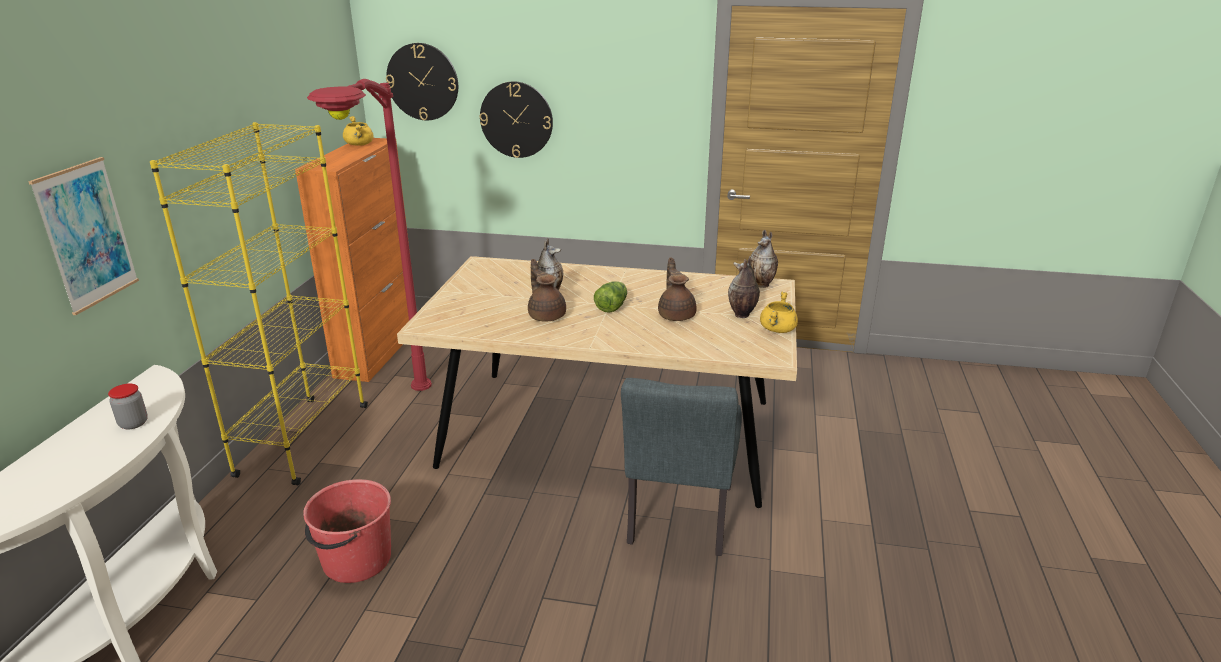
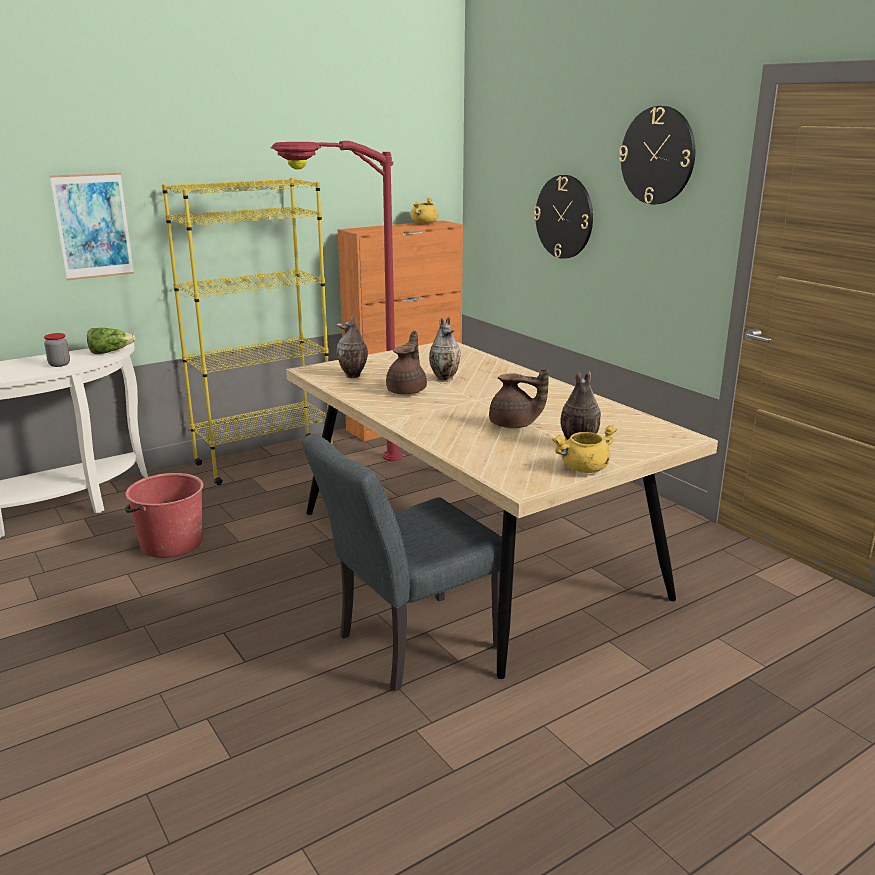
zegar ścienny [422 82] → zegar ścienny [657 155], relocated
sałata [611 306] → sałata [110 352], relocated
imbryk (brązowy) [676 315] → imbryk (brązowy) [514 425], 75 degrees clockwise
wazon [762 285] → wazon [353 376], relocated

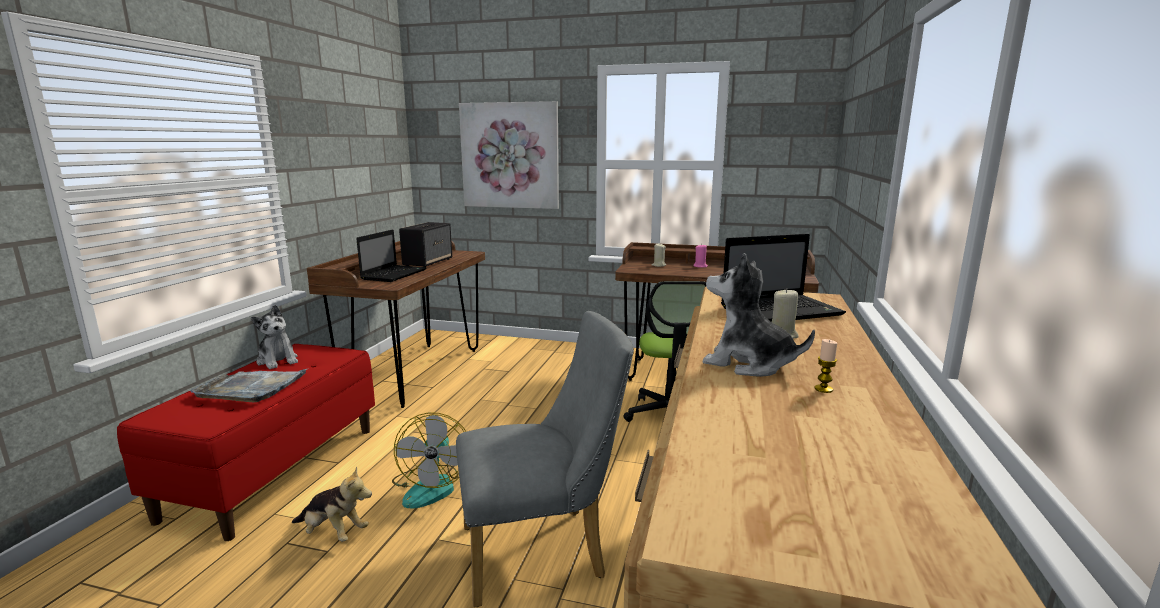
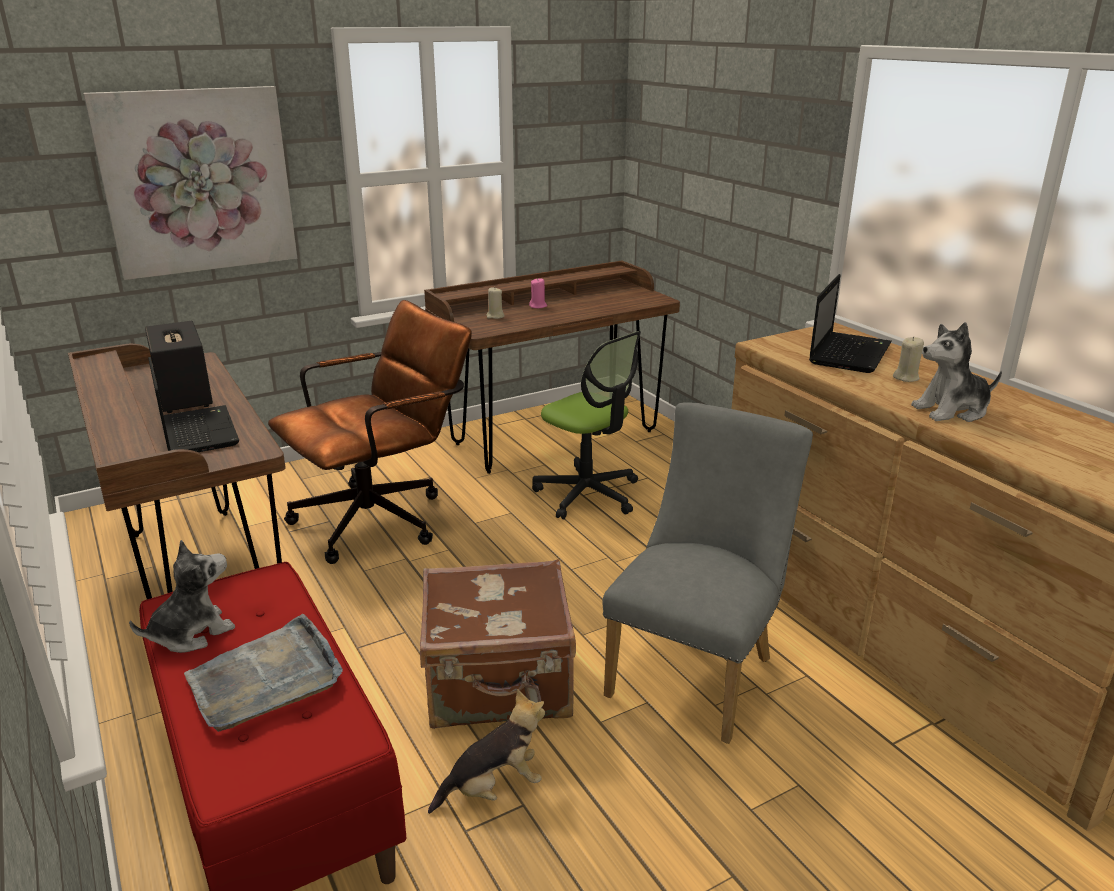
pluszak [278 360] → pluszak [191 633], 45 degrees counterclockwise
wentylator [431 486] → walizka (brązowy) [499 685]
świeca [823 389] → -
- → krzesło biurowe (brązowy) [382 517]

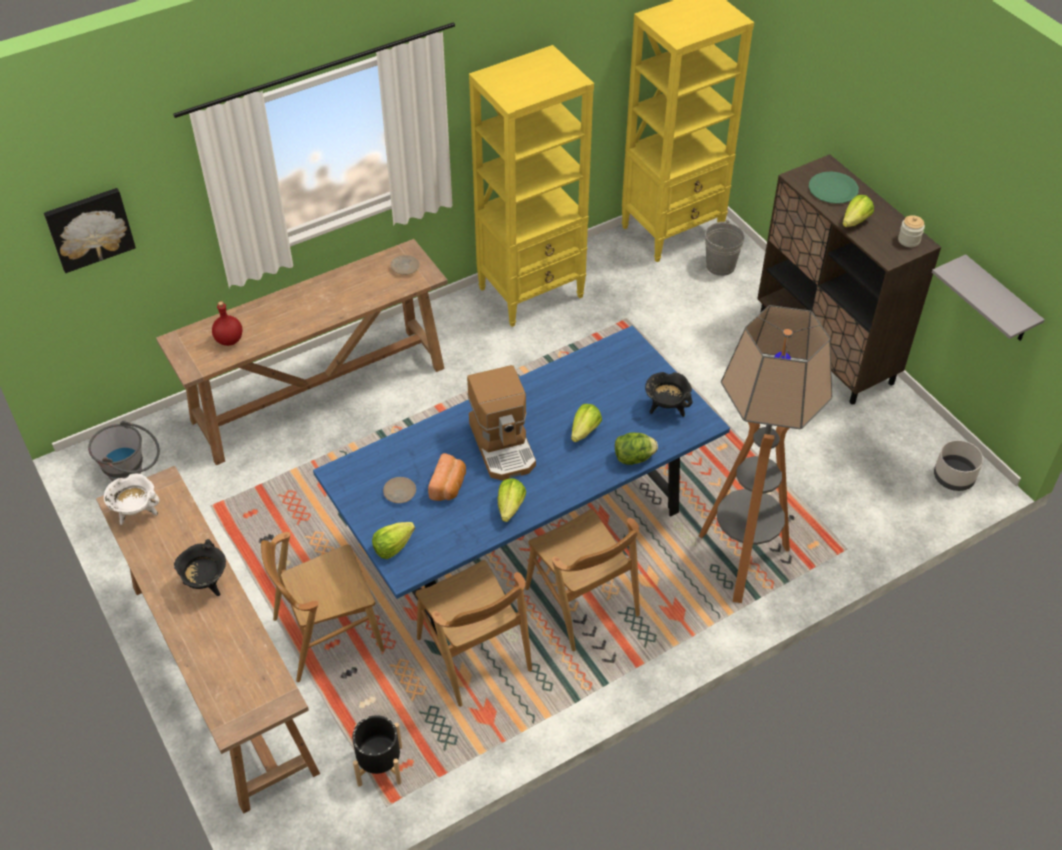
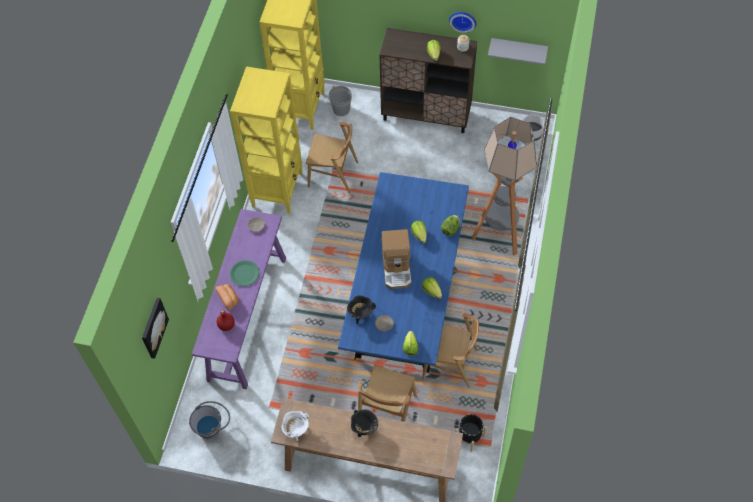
stolik konsolowy (brązowy) [321 393] → stolik konsolowy (fioletowy) [248 317]
chleb [449 486] → chleb [229 299], relocated
ekspres do kawy [503 445] → ekspres do kawy [397 268], 60 degrees clockwise
krzesło (brązowy) [582 602] → krzesło (brązowy) [333 174], relocated
garnek (czarny) [666 408] → garnek (czarny) [361 315], relocated
talerz (zielony) [833 189] → talerz (zielony) [244 273], relocated
- → zegar ścienny [463 20]

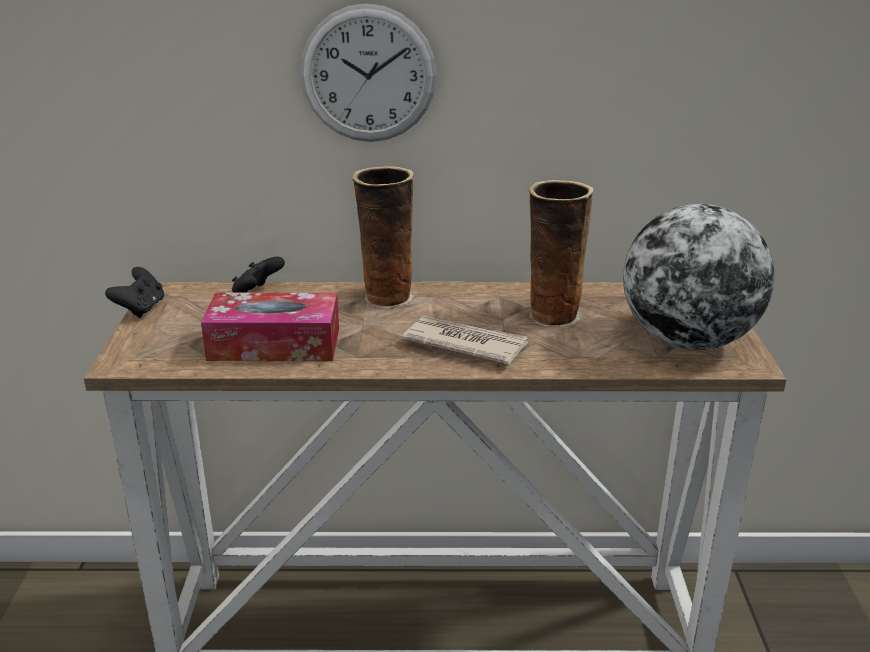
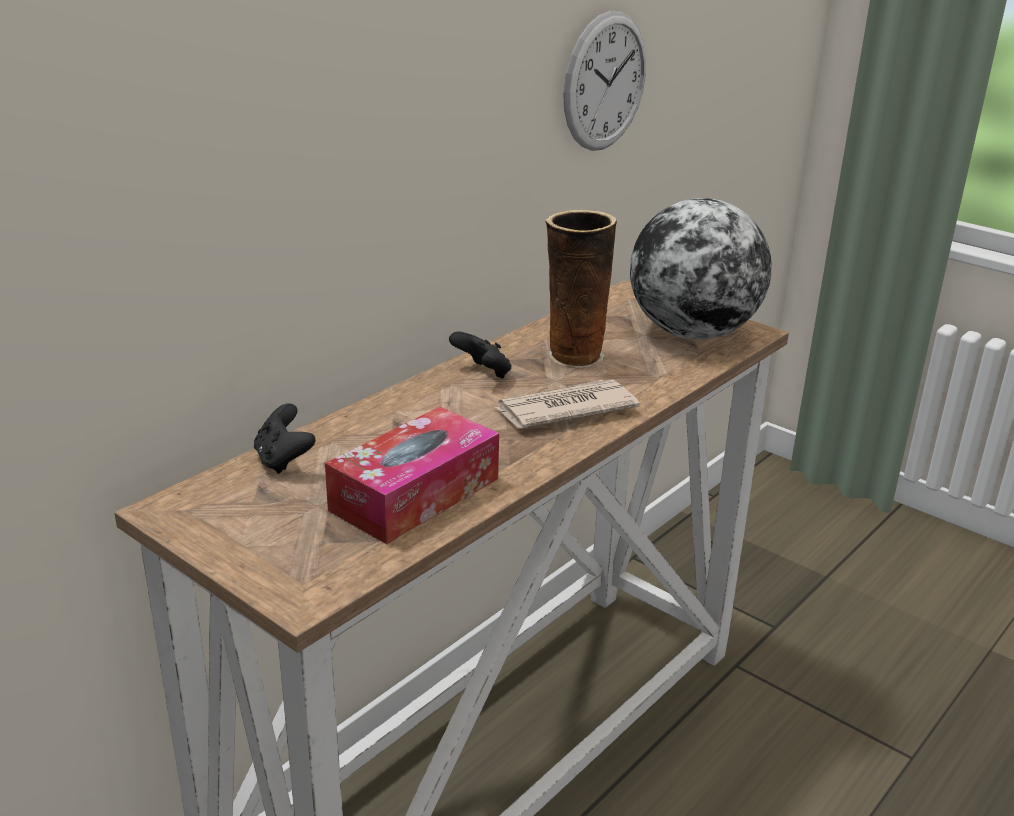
pad do gier (czarny) [141 309] → pad do gier (czarny) [483 373], relocated
zegar ścienny [368 74] → zegar ścienny [605 82], relocated
wazon [386 297] → -

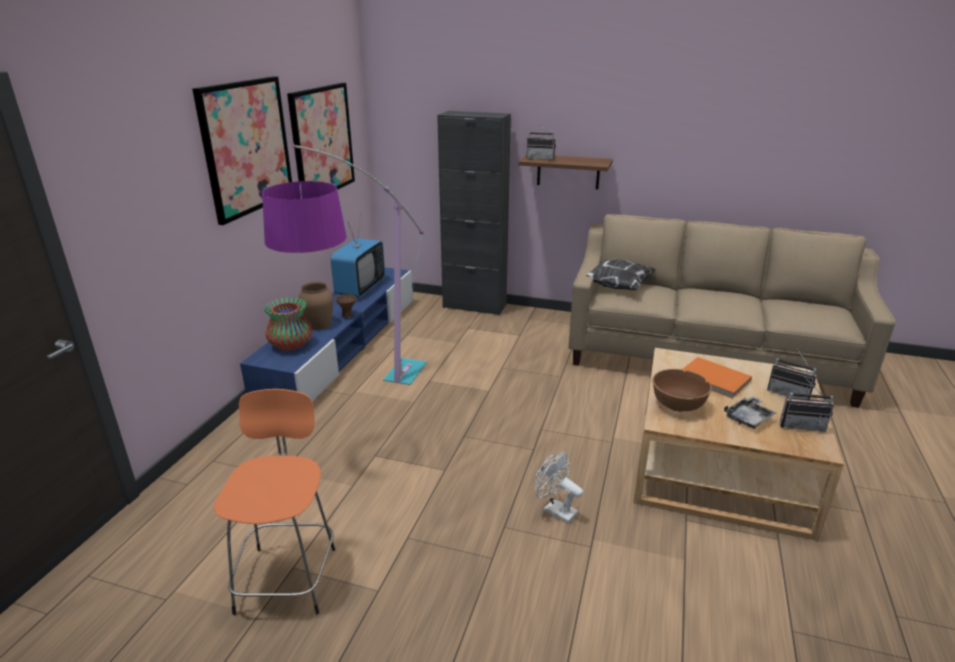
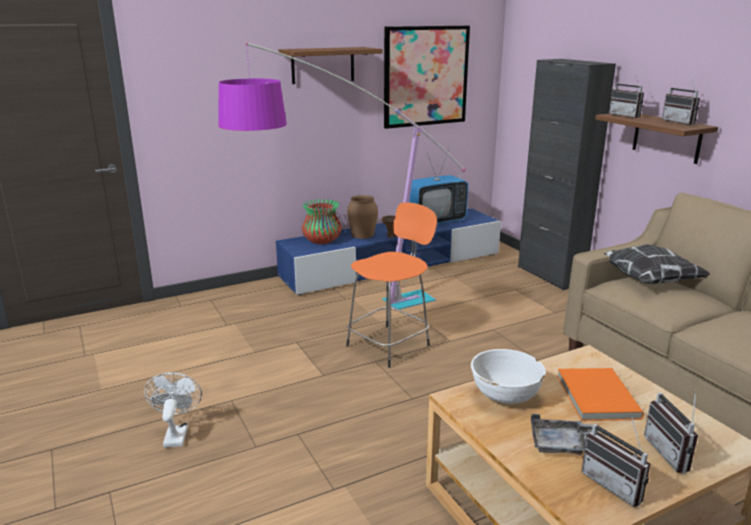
obraz [246 147] → półka [323 65]
stołek (pomarańczowy) [288 576] → stołek (pomarańczowy) [390 344], relocated
wentylator (biały) [555 510] → wentylator (biały) [176 433], relocated
miska (brązowy) [677 405] → miska (biały) [505 395]
- → radio [681 122]

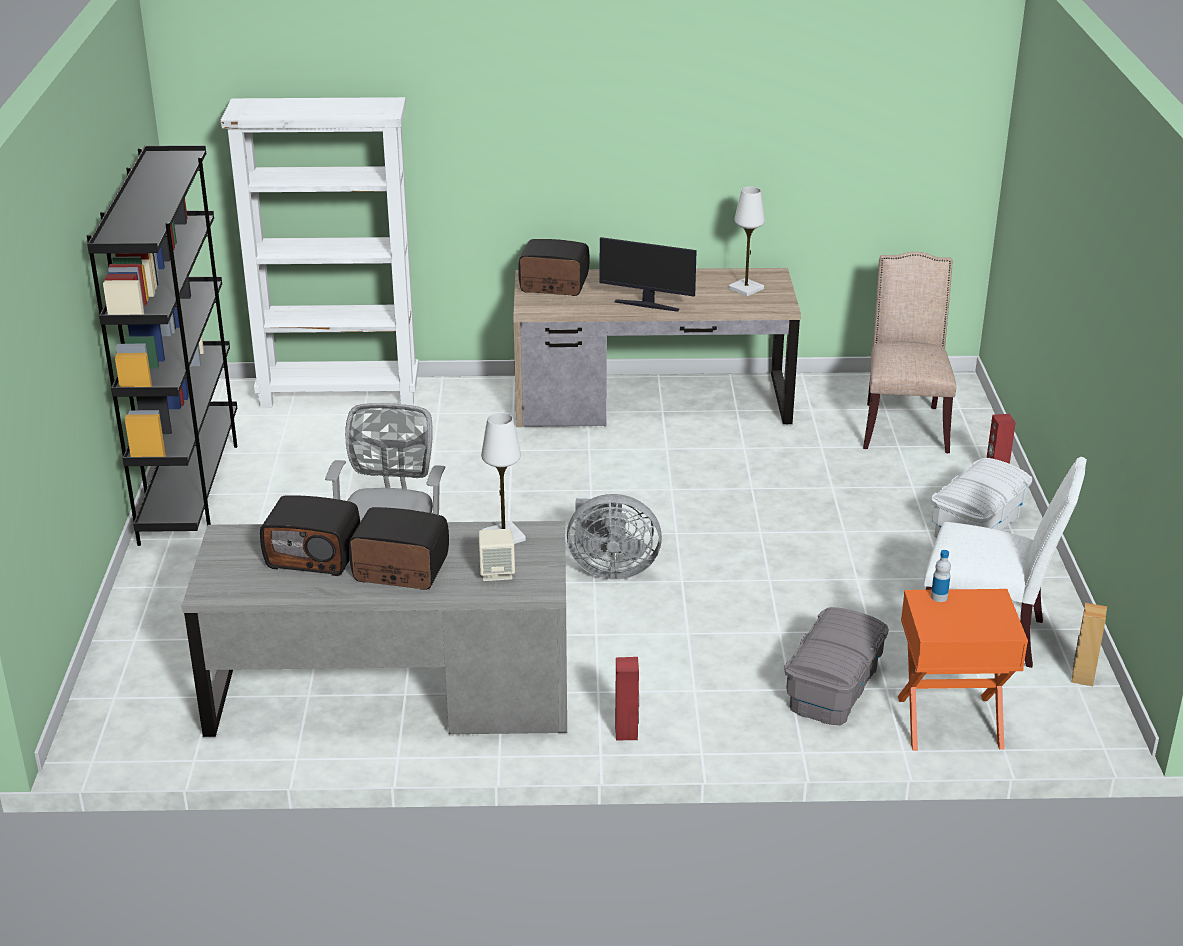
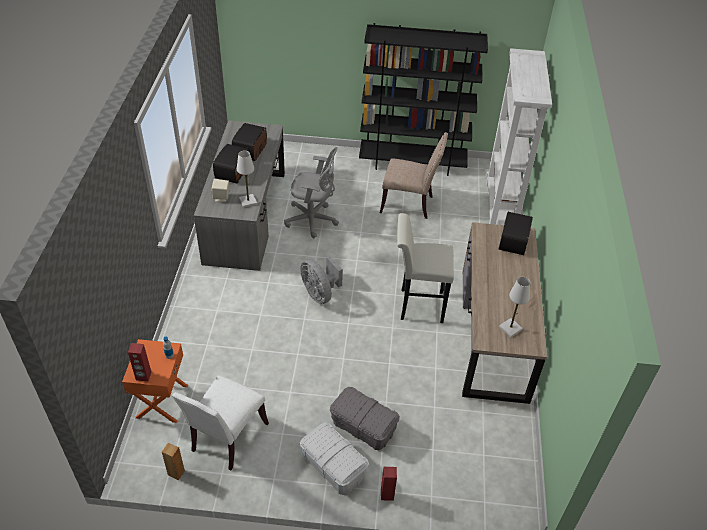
wentylator (szary) [611 569] → wentylator (szary) [320 293], 45 degrees counterclockwise
monitor [647 305] → -
głośnik (czerwony) [626 732] → głośnik (czerwony) [143 376], relocated
pojemnik do przechowywania (szary) [834 688] → pojemnik do przechowywania (szary) [363 427], relocated
krzesło (beżowy) [903 425] → krzesło (beżowy) [409 204], relocated
- → stołek (biały) [417 305]

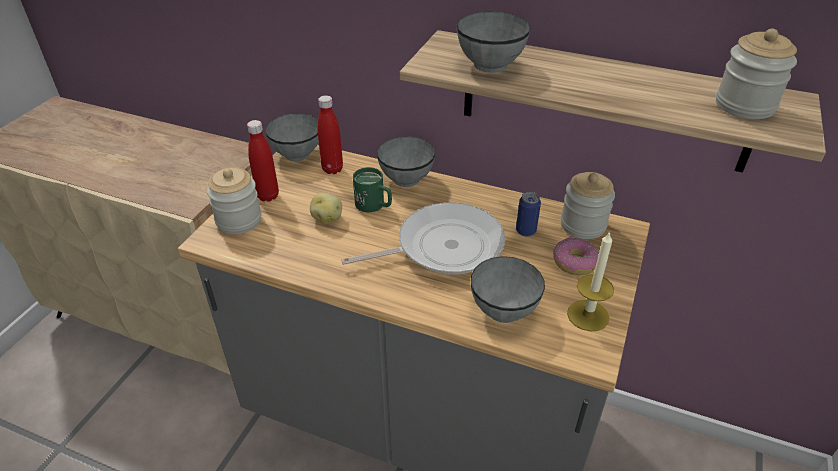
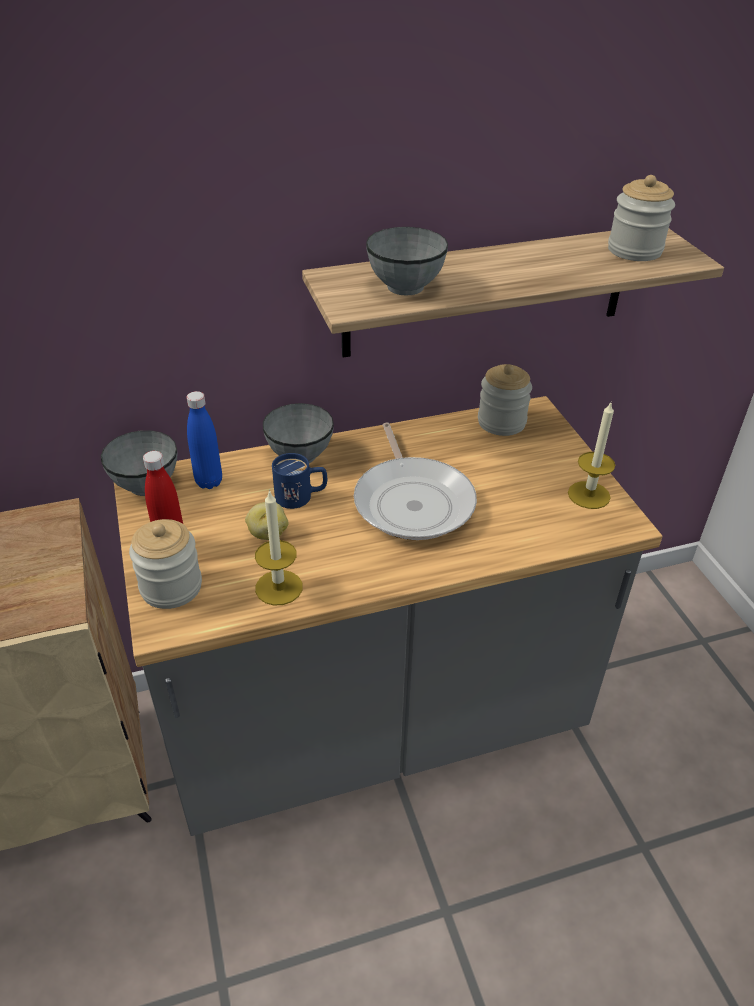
butelka (czerwony) [332 169] → butelka (niebieski) [209 482]
patelnia [443 247] → patelnia [413 501], 135 degrees clockwise
kubek (zielony) [374 206] → kubek (niebieski) [301 497]
miska (szary) [504 310] → -
puszka [525 231] → -
donut [574 262] → -
- → świeca [279 587]

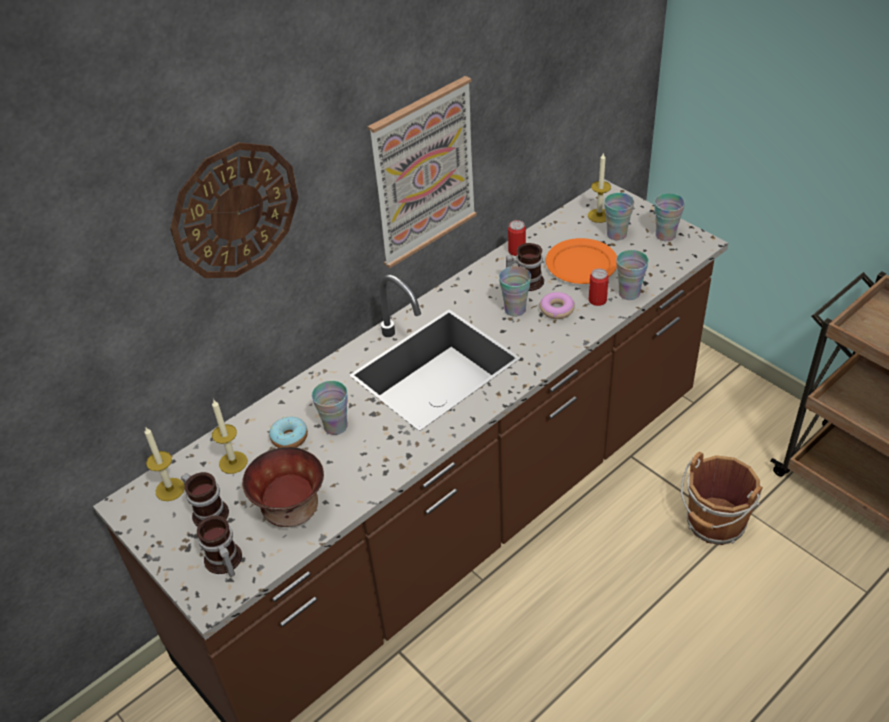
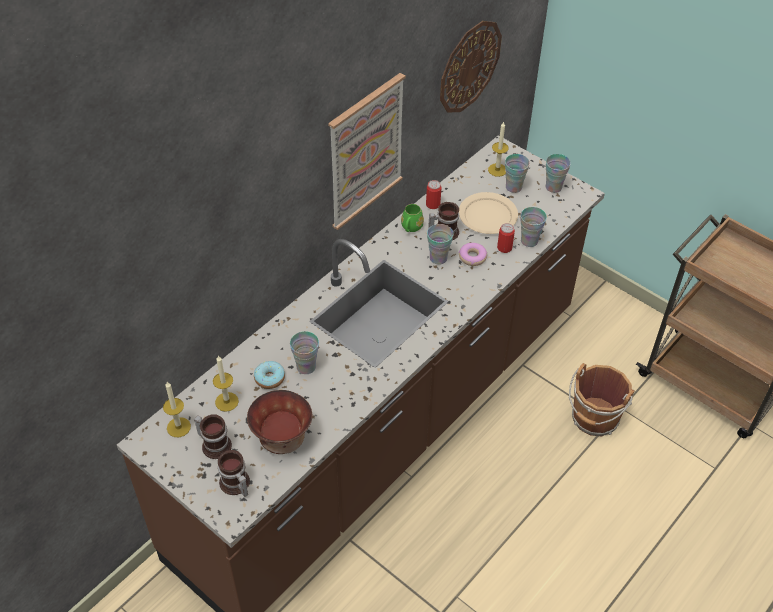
zegar ścienny [235 211] → zegar ścienny [469 66], relocated
talerz (pomarańczowy) [581 265] → talerz (beżowy) [488 216]
- → kubek (zielony) [411 228]

